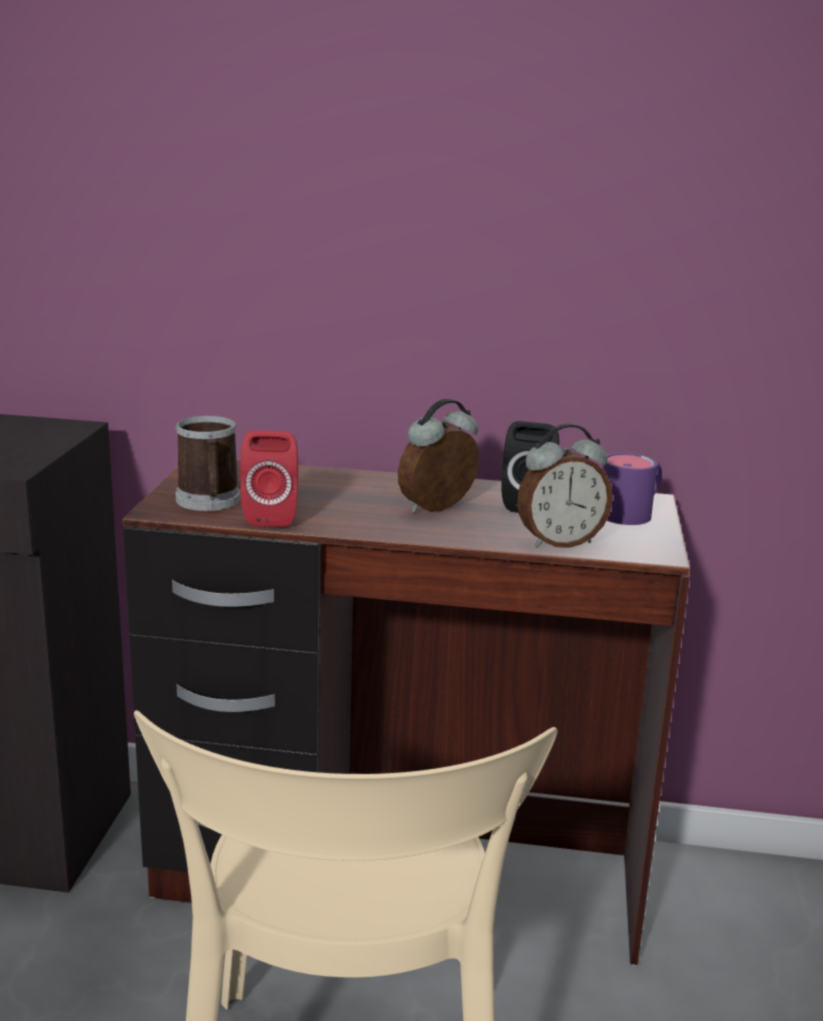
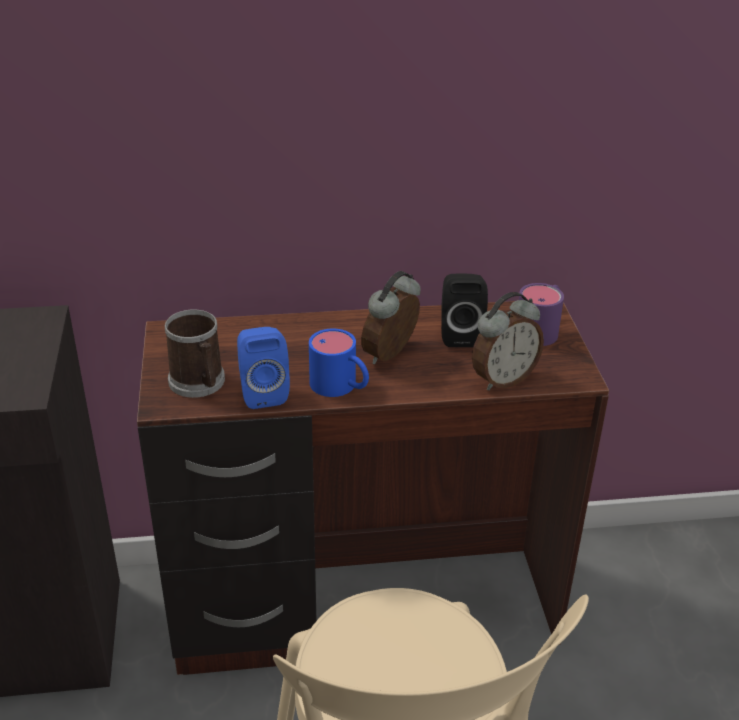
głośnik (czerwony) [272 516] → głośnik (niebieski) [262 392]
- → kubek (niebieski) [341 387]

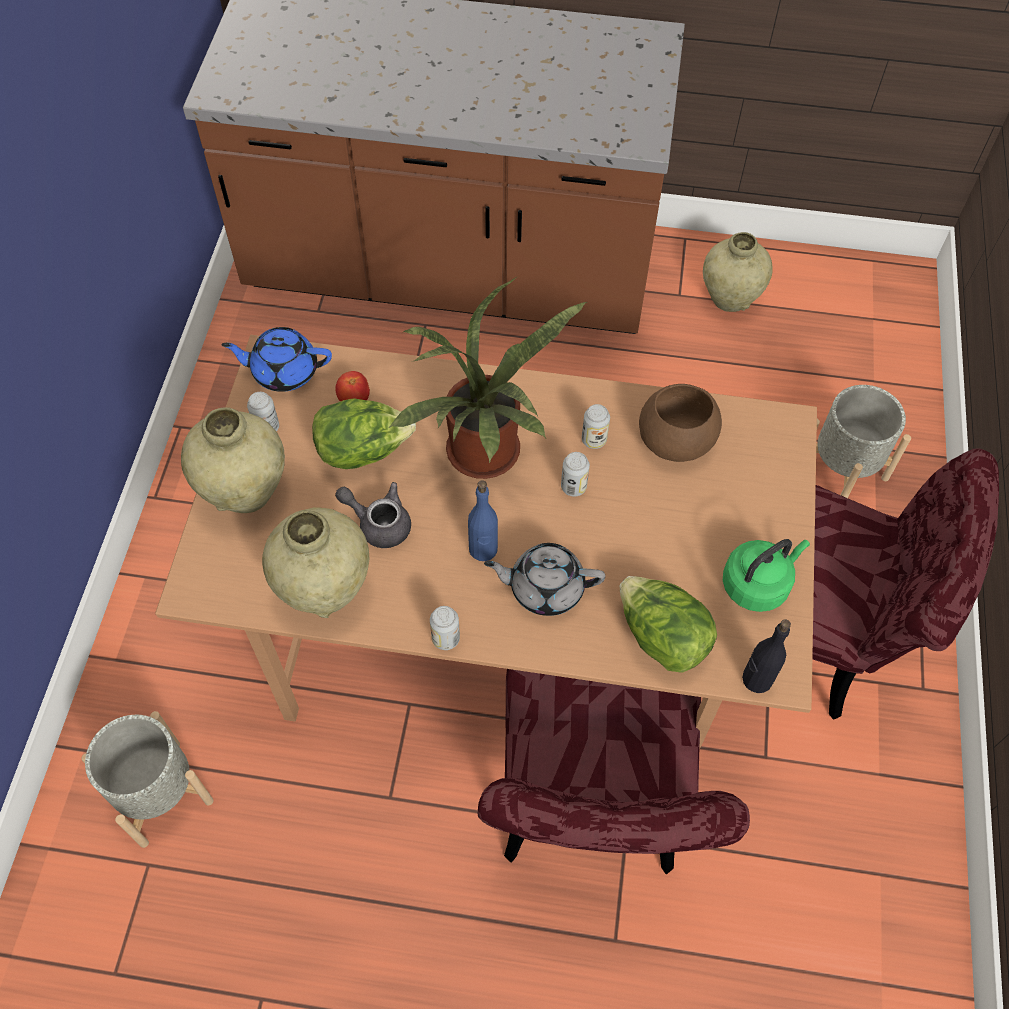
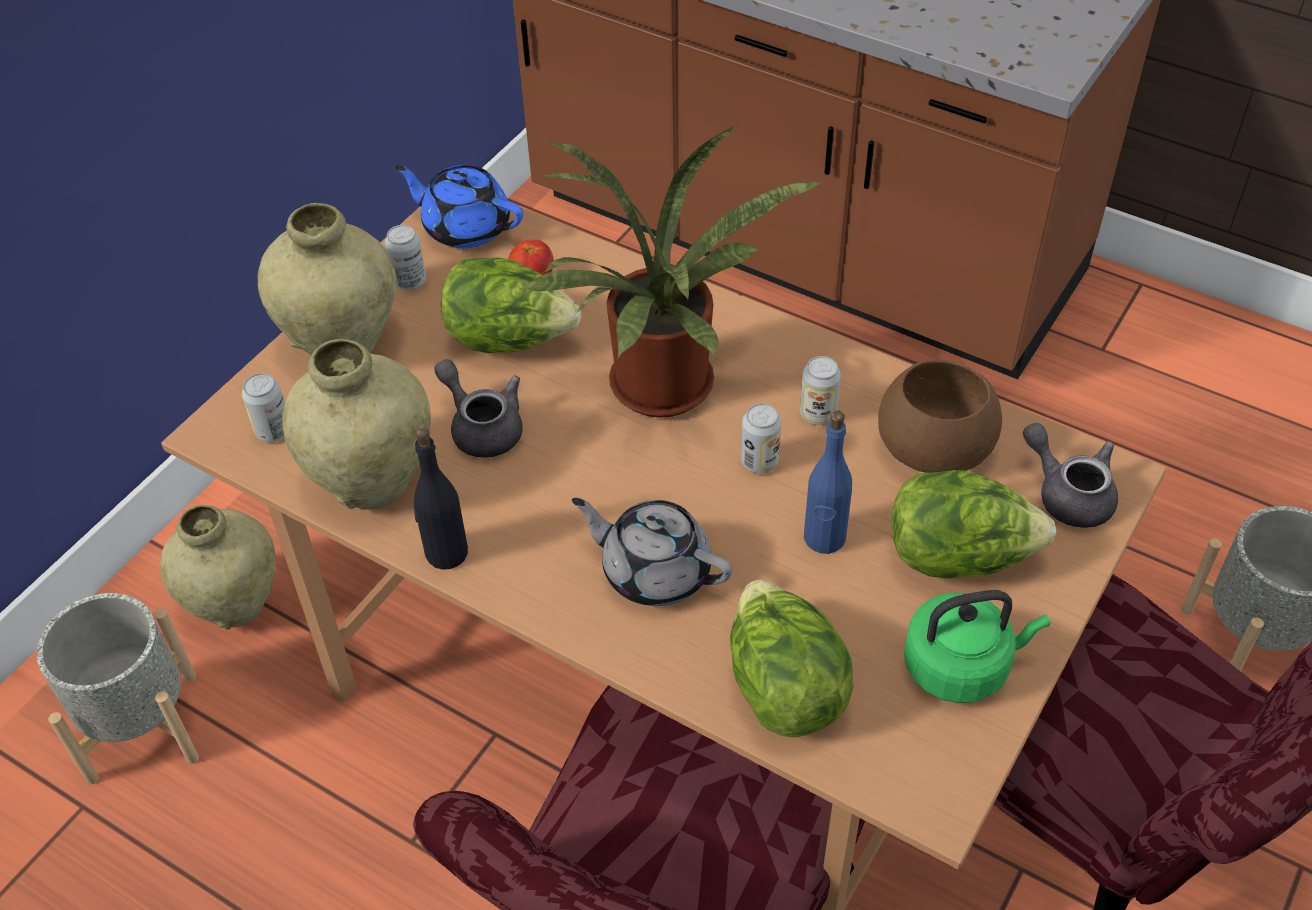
puszka [445 638] → puszka [273 431], relocated
butelka (niebieski) [483 549] → butelka (niebieski) [824 538], relocated
wazon (beżowy) [729 299] → wazon (beżowy) [235 604], relocated
butelka (czarny) [756 679] → butelka (czarny) [446 553], relocated
- → sałata [959 557]
- → imbryk (szary) [1068 494]

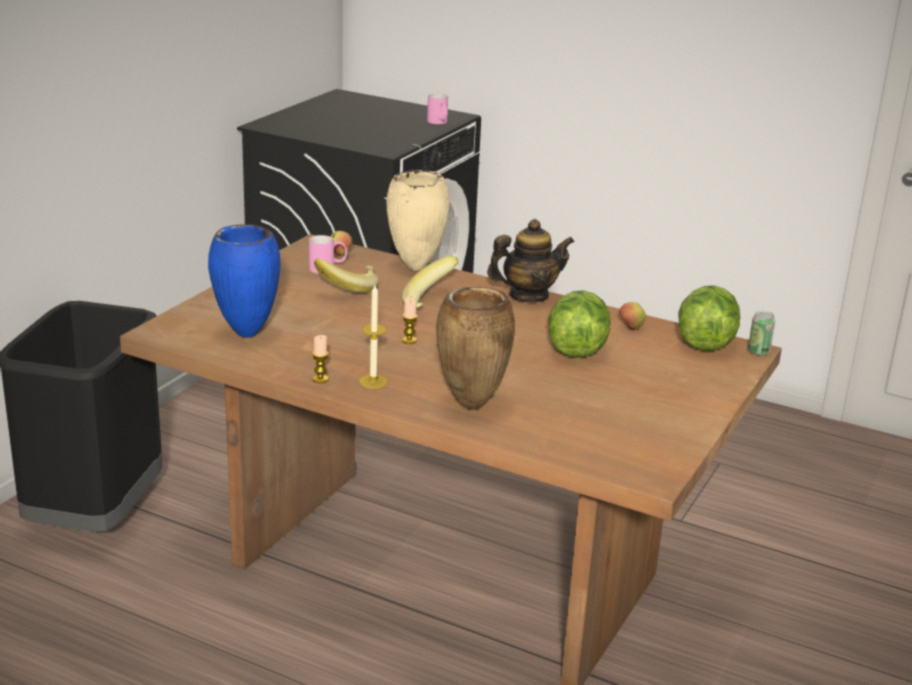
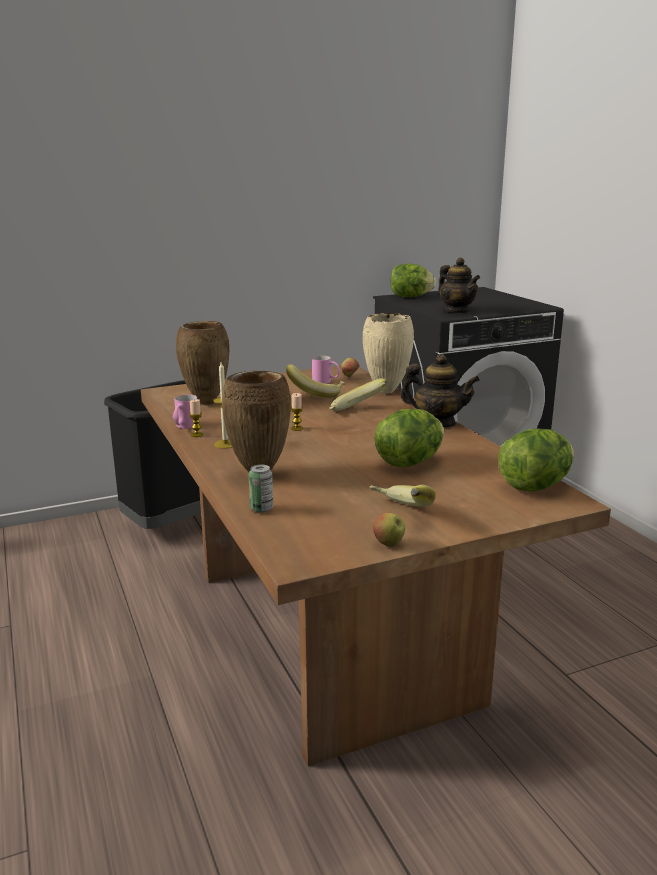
wazon (niebieski) [245 334] → wazon (brązowy) [205 403]
kubek (różowy) [439 123] → kubek (różowy) [184 427], relocated
jabłko [630 328] → jabłko [389 544], relocated
puszka [758 352] → puszka [261 508], relocated
- → banan [398 512]
- → sałata [410 297]
- → imbryk [457 311]

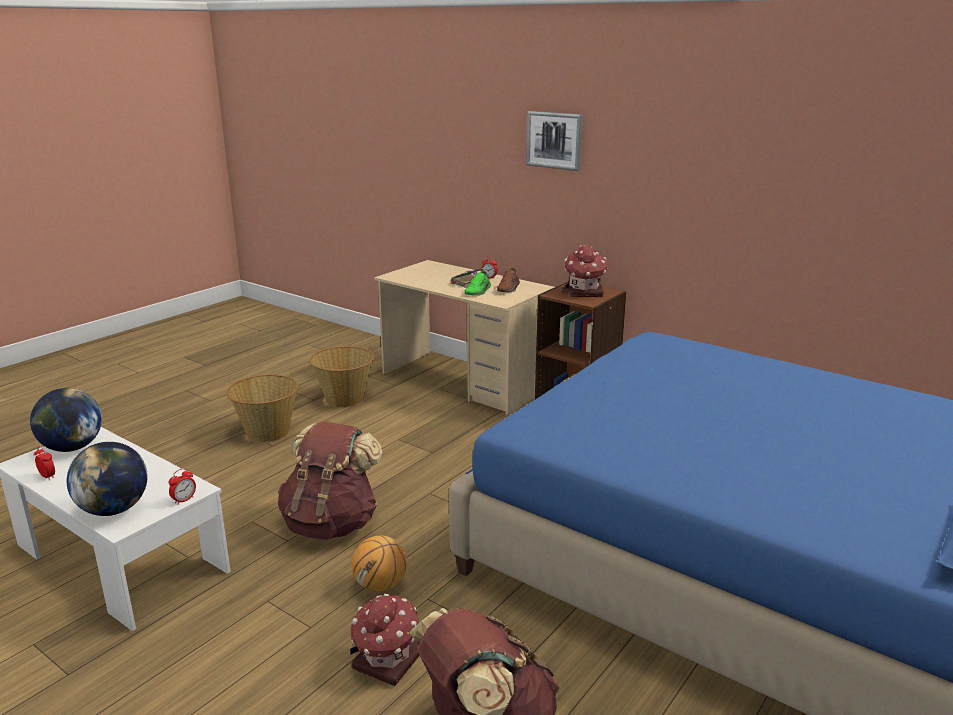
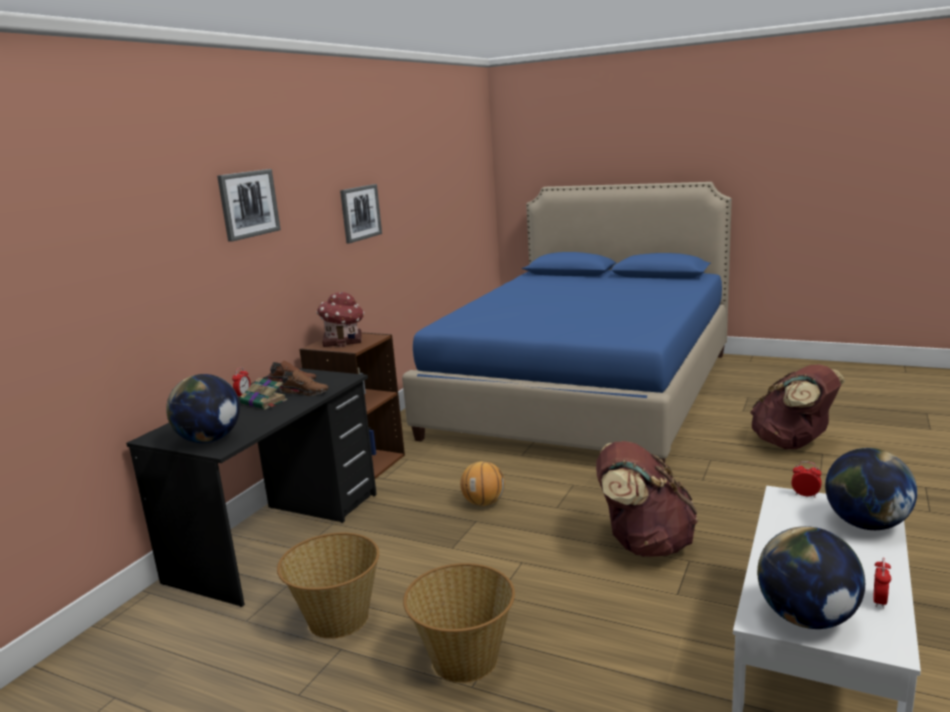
domek [387 661] → -
piłka do koszykówki [380 585] → piłka do koszykówki [484 503], relocated
biurko (beżowy) [464 381] → biurko (czarny) [279 536]
but (zielony) [478 292] → but (brązowy) [305 392]
- → globus [209 440]
- → obraz [360 213]

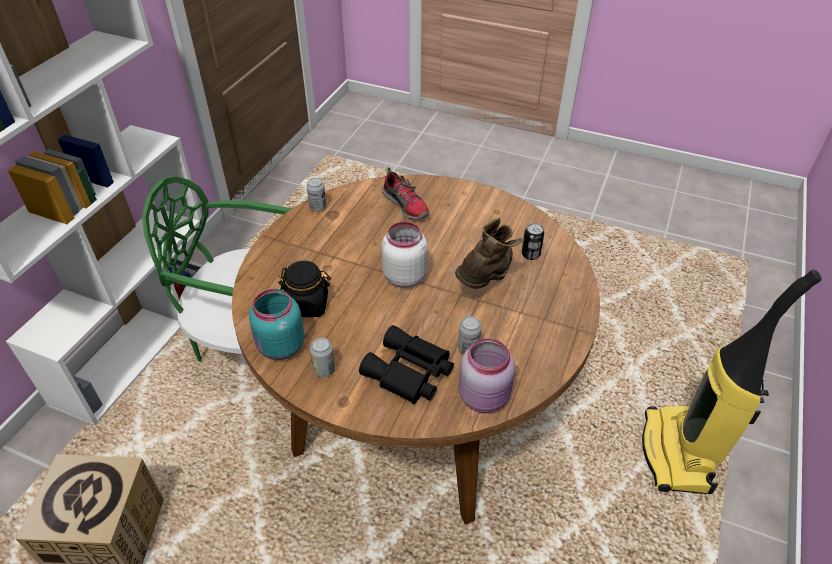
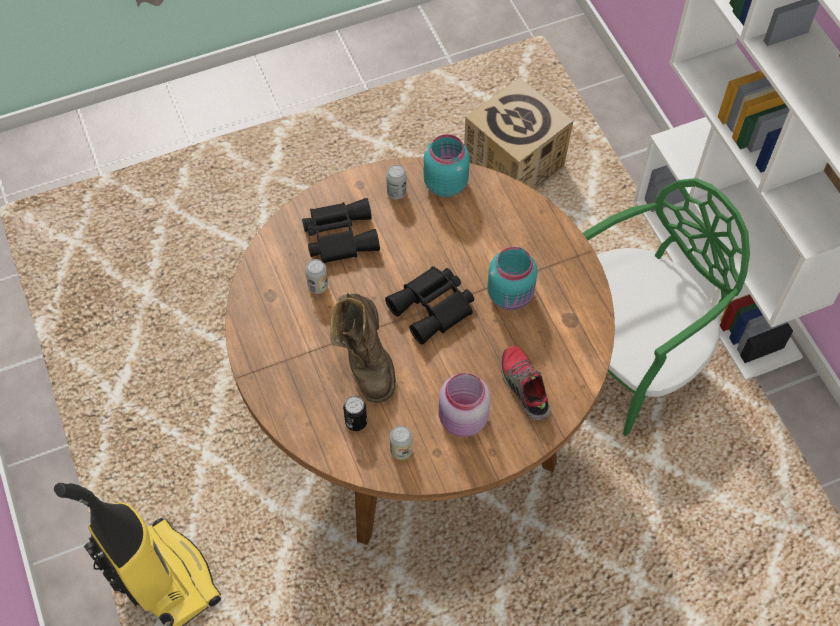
słoik (czarny) [307 304] → -
puszka [318 207] → puszka [401 451], relocated
słoik (biały) [403 276] → lornetka (czarny) [434 308]
but [406 205] → but [524 386], 60 degrees clockwise
słoik (różowy) [485 397] → słoik (różowy) [462 420], relocated
- → słoik (turkusowy) [511 295]

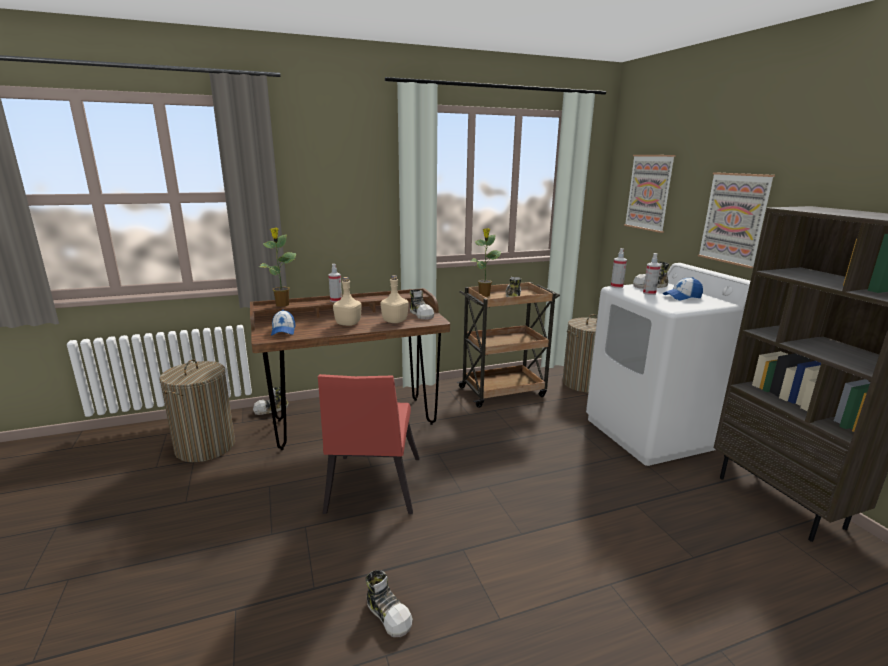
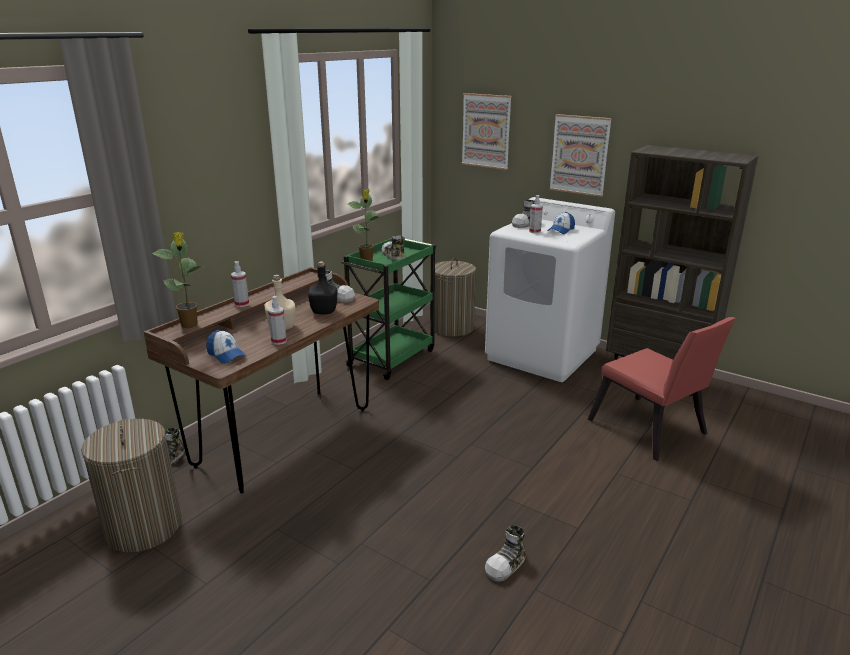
krzesło (czerwony) [371 489] → krzesło (czerwony) [651 431], relocated
but [389 614] → but [506 565], 120 degrees clockwise
butelka (beżowy) [394 321] → butelka (czarny) [324 312]
wózek (brązowy) [503 391] → wózek (zielony) [392 357]
spryskiwacz [616 286] → spryskiwacz [279 341], relocated

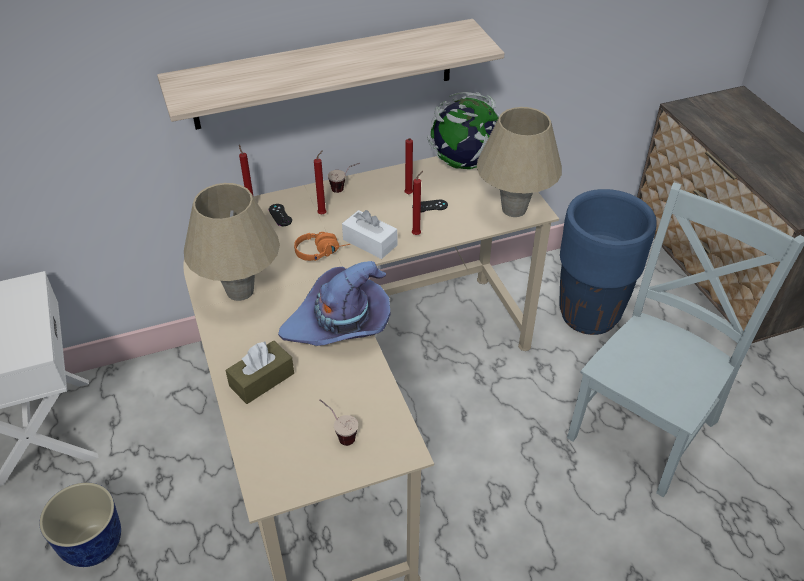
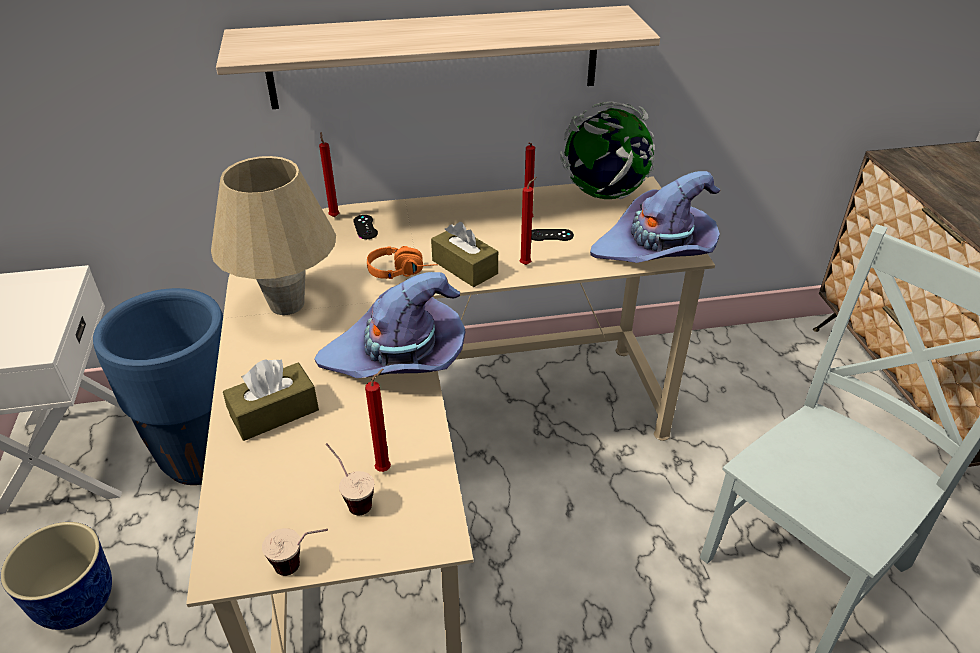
świeca (czerwony) [323 213] → świeca (czerwony) [385 468], relocated
filiżanka [344 188] → filiżanka [302 566], relocated
pudełko chusteczek (biały) [370 242] → pudełko chusteczek (brązowy) [464 267]
lampa stołowa (beżowy) [514 209] → kapelusz (fioletowy) [657 249]
donica (niebieski) [589 315] → donica (niebieski) [204 457], relocated

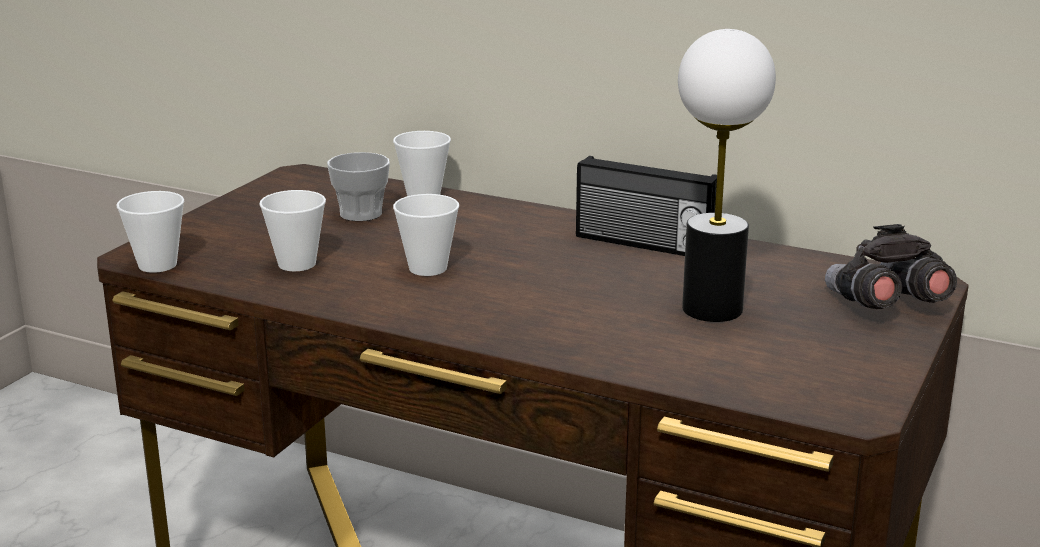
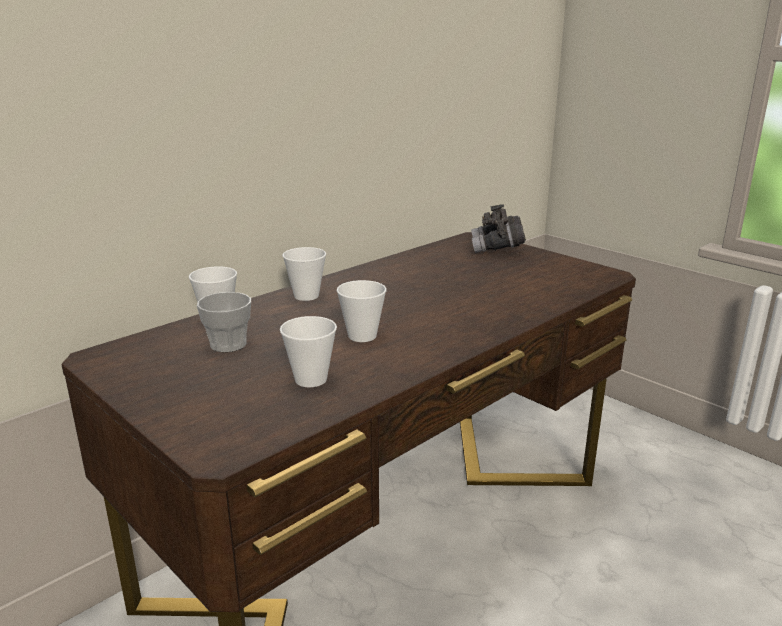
filiżanka [157 265] → filiżanka [306 296], relocated
radio [644 244] → -
lampa stołowa [711 309] → -

